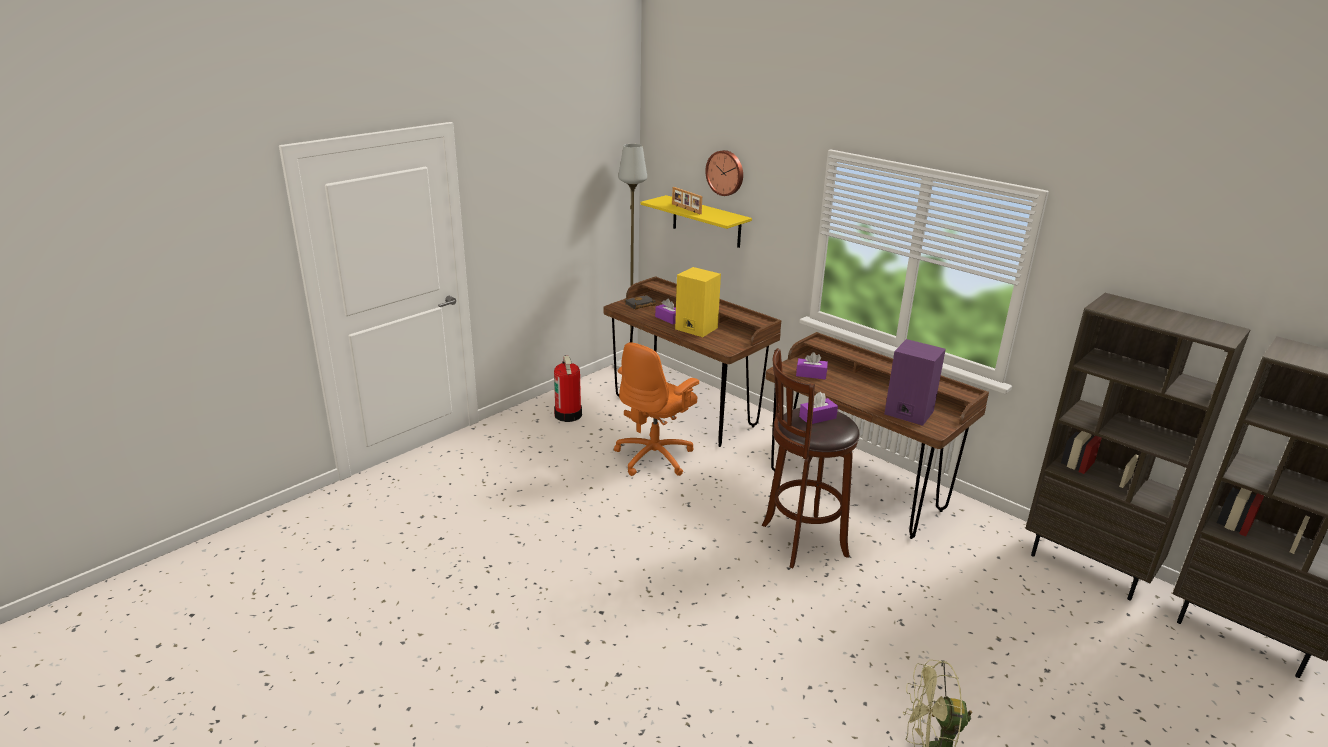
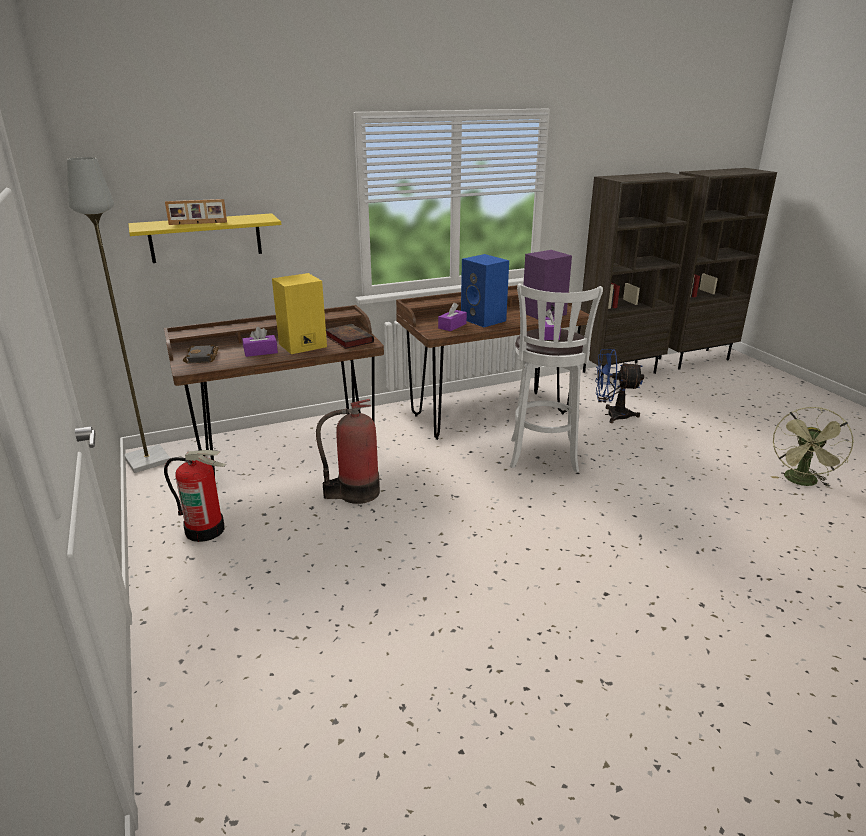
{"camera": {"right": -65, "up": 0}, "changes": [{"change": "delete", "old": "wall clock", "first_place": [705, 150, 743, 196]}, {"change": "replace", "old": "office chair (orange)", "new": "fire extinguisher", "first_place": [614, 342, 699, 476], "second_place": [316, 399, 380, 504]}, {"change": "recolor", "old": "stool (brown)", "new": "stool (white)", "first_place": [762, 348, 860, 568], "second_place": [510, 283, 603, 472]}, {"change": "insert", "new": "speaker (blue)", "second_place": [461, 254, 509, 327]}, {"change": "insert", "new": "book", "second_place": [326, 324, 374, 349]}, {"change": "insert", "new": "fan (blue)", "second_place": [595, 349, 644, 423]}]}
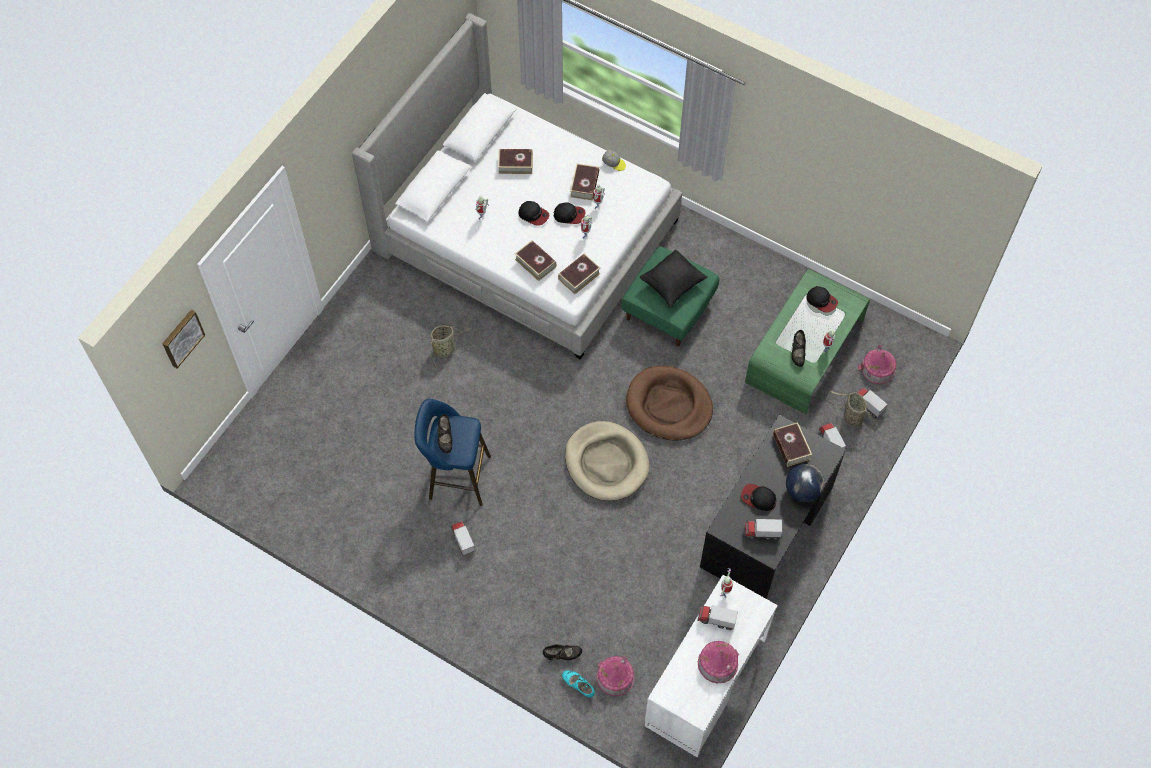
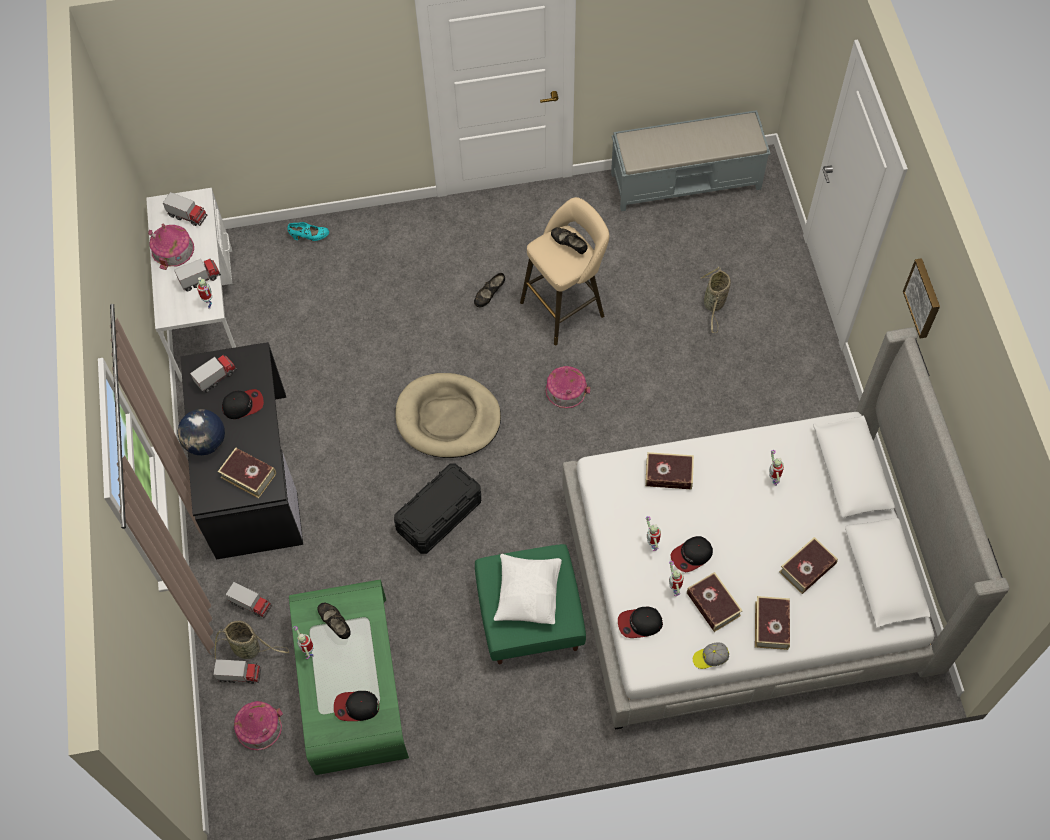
{"camera": {"right": 140, "up": 0}, "changes": [{"change": "move", "old": "cap", "first_place": [518, 201, 550, 226], "second_place": [618, 607, 663, 638]}, {"change": "recolor", "old": "pillow (black)", "new": "pillow (white)", "first_place": [640, 250, 708, 308], "second_place": [494, 554, 562, 624]}, {"change": "move", "old": "book", "first_place": [558, 254, 600, 294], "second_place": [755, 596, 790, 650]}, {"change": "move", "old": "picture", "first_place": [162, 309, 205, 368], "second_place": [903, 258, 940, 339]}, {"change": "move", "old": "basket", "first_place": [425, 326, 471, 368], "second_place": [701, 266, 731, 333]}, {"change": "replace", "old": "dog bed (brown)", "new": "storage box (black)", "first_place": [626, 366, 713, 440], "second_place": [394, 463, 481, 554]}, {"change": "recolor", "old": "stool (blue)", "new": "stool (beige)", "first_place": [415, 399, 491, 506], "second_place": [520, 197, 609, 346]}, {"change": "move", "old": "toy truck", "first_place": [450, 521, 475, 556], "second_place": [163, 192, 207, 226]}, {"change": "move", "old": "shoe (black)", "first_place": [543, 644, 582, 661], "second_place": [474, 273, 505, 307]}, {"change": "move", "old": "toy house", "first_place": [597, 656, 635, 696], "second_place": [545, 366, 590, 408]}, {"change": "insert", "new": "bench (grey)", "second_place": [611, 110, 771, 211]}]}
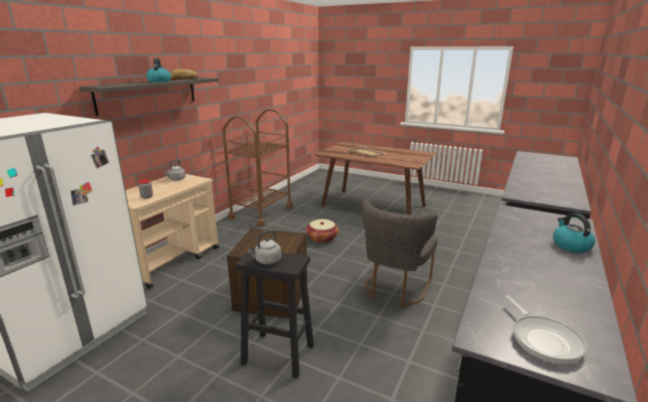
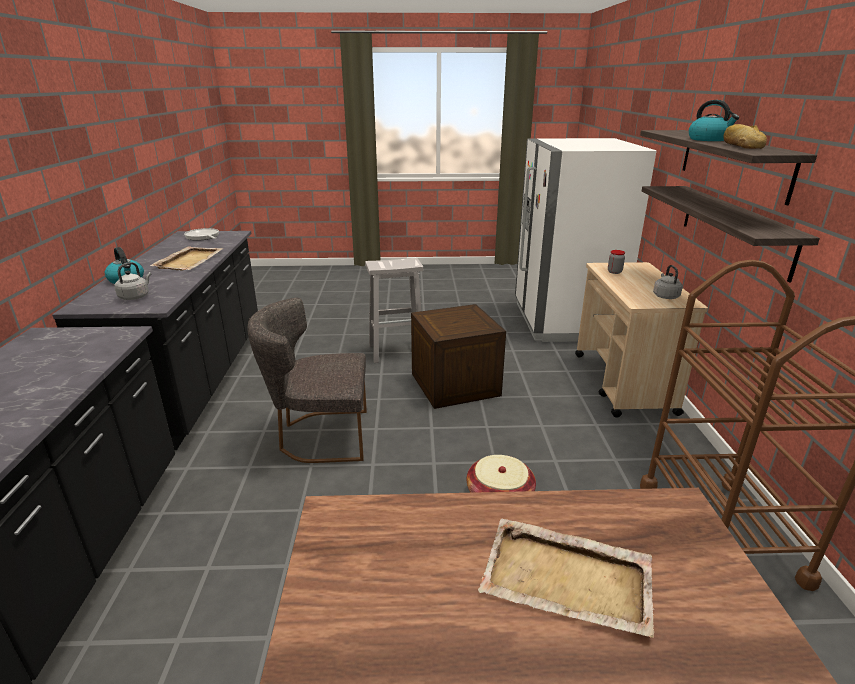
{"camera": {"right": 150, "up": 5}, "changes": [{"change": "rotate", "old": "chair (grey)", "first_place": [361, 201, 438, 307], "second_place": [247, 298, 367, 463], "degrees": -90}, {"change": "move", "old": "kettle (grey)", "first_place": [247, 230, 281, 265], "second_place": [114, 262, 151, 300]}, {"change": "recolor", "old": "stool (black)", "new": "stool (white)", "first_place": [236, 248, 314, 378], "second_place": [365, 258, 423, 363]}, {"change": "insert", "new": "shelf", "second_place": [642, 186, 820, 283]}, {"change": "insert", "new": "tray (beige)", "second_place": [150, 246, 223, 270]}]}
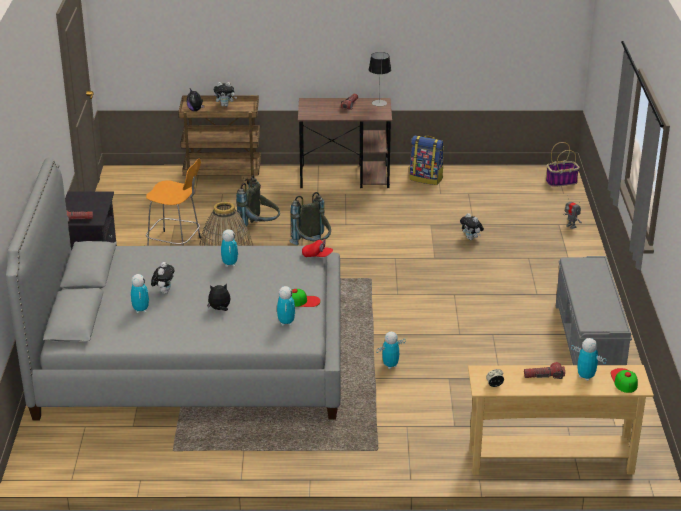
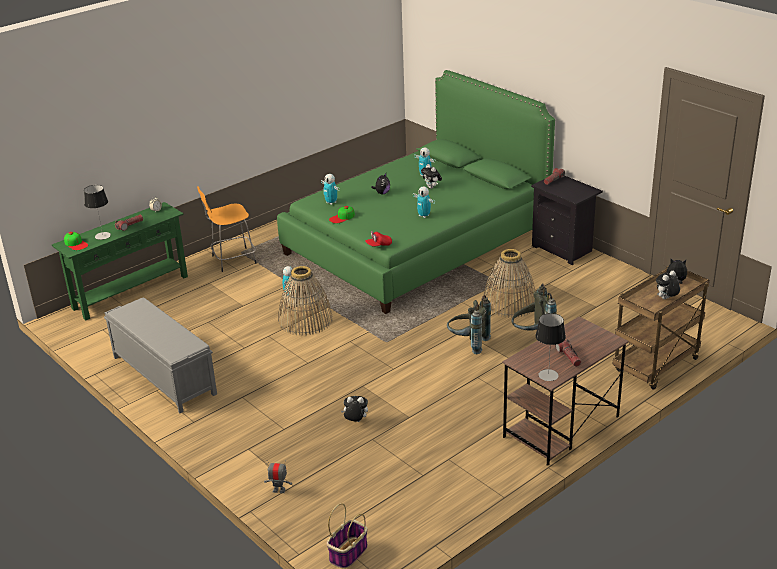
{"camera": {"right": 140, "up": 0}, "changes": [{"change": "delete", "old": "backpack", "first_place": [409, 136, 444, 185]}, {"change": "recolor", "old": "bed (grey)", "new": "bed (green)", "first_place": [6, 157, 341, 420], "second_place": [277, 70, 555, 314]}, {"change": "move", "old": "stool (orange)", "first_place": [146, 159, 201, 246], "second_place": [197, 186, 257, 272]}, {"change": "replace", "old": "toy robot", "new": "table lamp", "first_place": [571, 338, 607, 381], "second_place": [84, 185, 111, 240]}, {"change": "recolor", "old": "console table (beige)", "new": "console table (green)", "first_place": [468, 365, 654, 475], "second_place": [52, 202, 188, 320]}, {"change": "insert", "new": "basket", "second_place": [278, 266, 333, 335]}]}
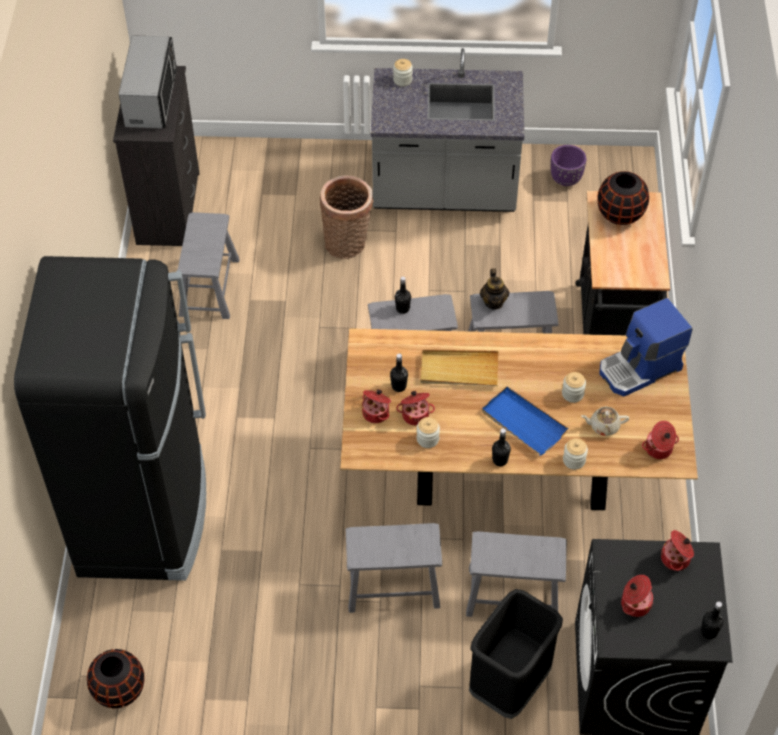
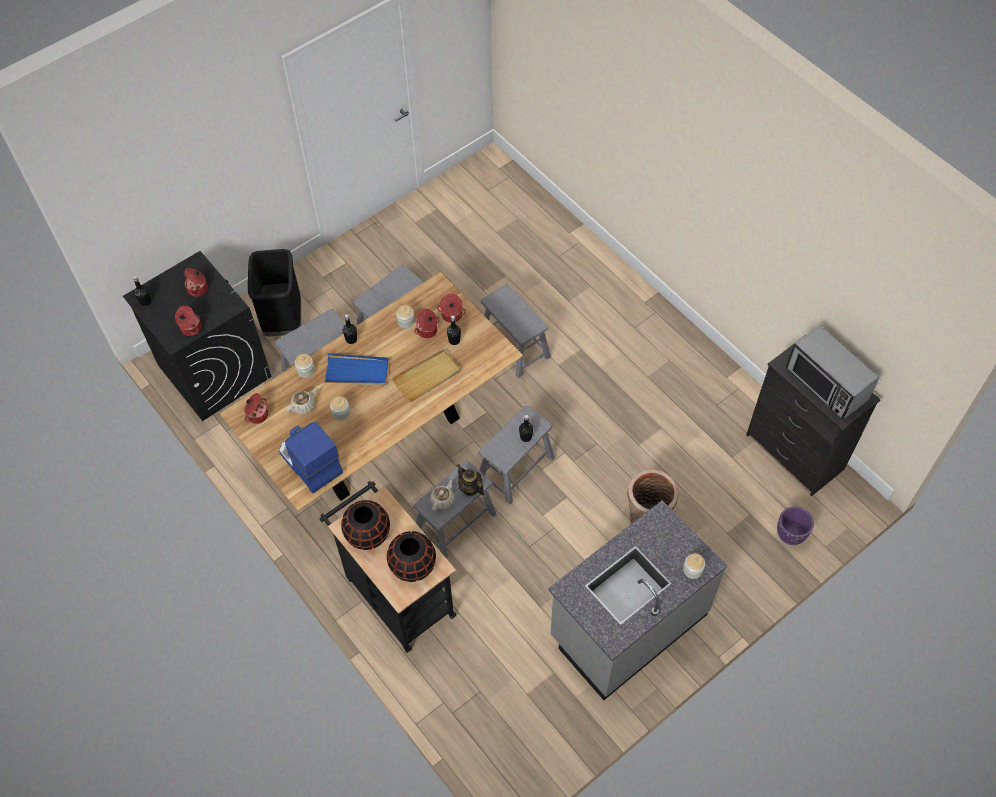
{"camera": {"right": 140, "up": 5}, "changes": [{"change": "move", "old": "planter (purple)", "first_place": [551, 145, 586, 186], "second_place": [777, 506, 814, 545]}, {"change": "move", "old": "stool (grey)", "first_place": [178, 212, 240, 319], "second_place": [480, 284, 551, 378]}, {"change": "delete", "old": "fridge (black)", "first_place": [14, 256, 206, 581]}, {"change": "rotate", "old": "coffee machine", "first_place": [599, 298, 693, 396], "second_place": [279, 422, 343, 493], "degrees": -60}, {"change": "move", "old": "vase (black)", "first_place": [87, 649, 144, 708], "second_place": [341, 500, 390, 550]}, {"change": "insert", "new": "teapot (beige)", "second_place": [430, 477, 454, 511]}]}
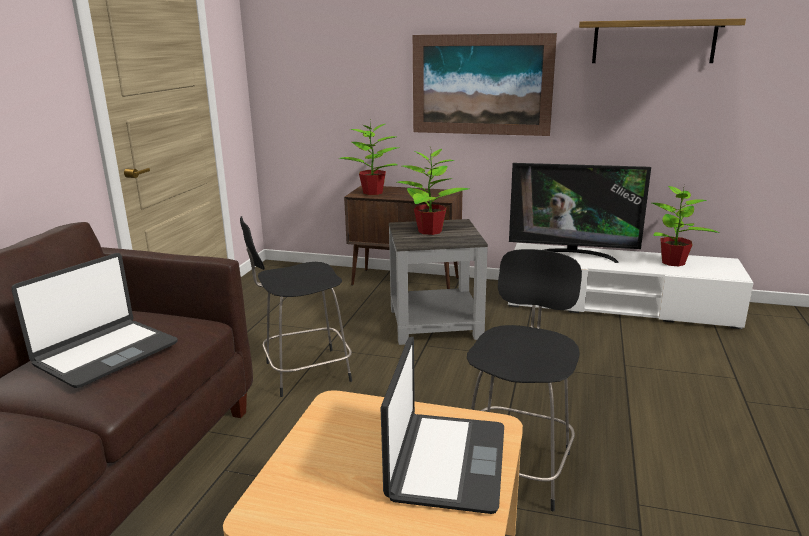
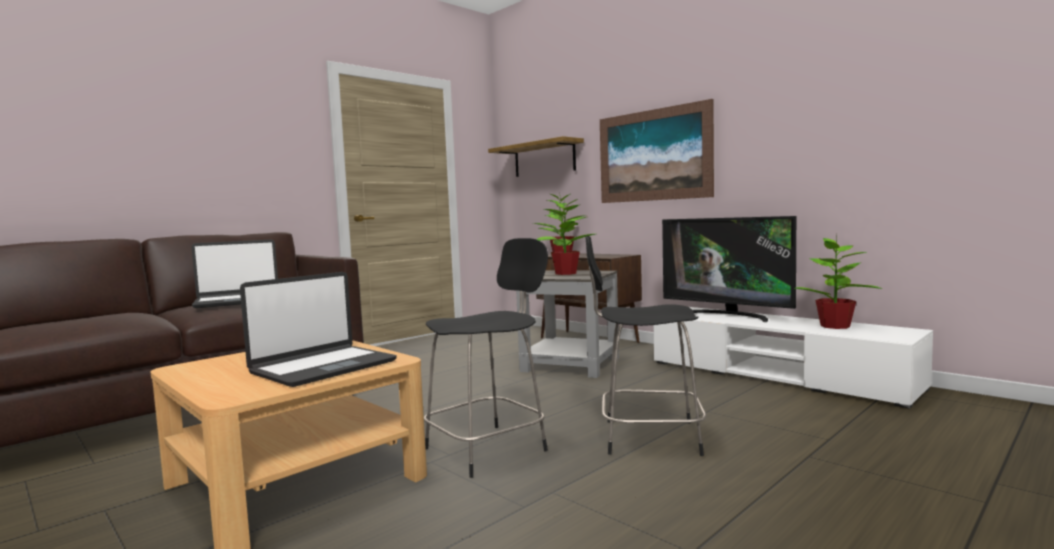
{"camera": {"right": 30, "up": -15}, "changes": [{"change": "move", "old": "shelf", "first_place": [579, 19, 746, 63], "second_place": [488, 136, 584, 177]}, {"change": "move", "old": "stool (black)", "first_place": [240, 216, 352, 397], "second_place": [586, 236, 707, 456]}]}
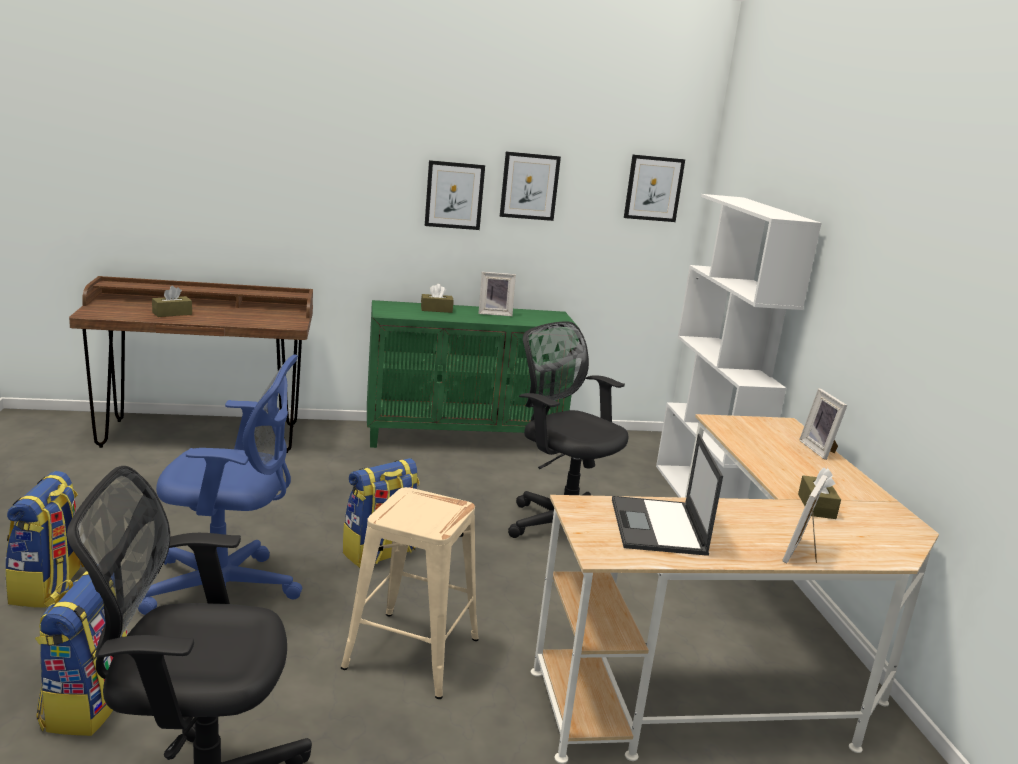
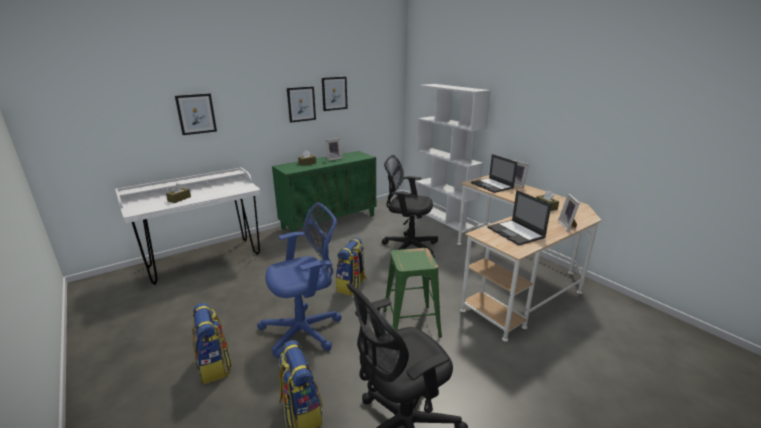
{"camera": {"right": -25, "up": 5}, "changes": [{"change": "move", "old": "picture", "first_place": [624, 155, 685, 222], "second_place": [175, 94, 217, 135]}, {"change": "recolor", "old": "desk (brown)", "new": "desk (white)", "first_place": [69, 276, 313, 453], "second_place": [115, 167, 261, 285]}, {"change": "recolor", "old": "stool (beige)", "new": "stool (green)", "first_place": [341, 487, 479, 699], "second_place": [383, 248, 442, 337]}, {"change": "insert", "new": "laptop", "second_place": [471, 154, 517, 193]}]}
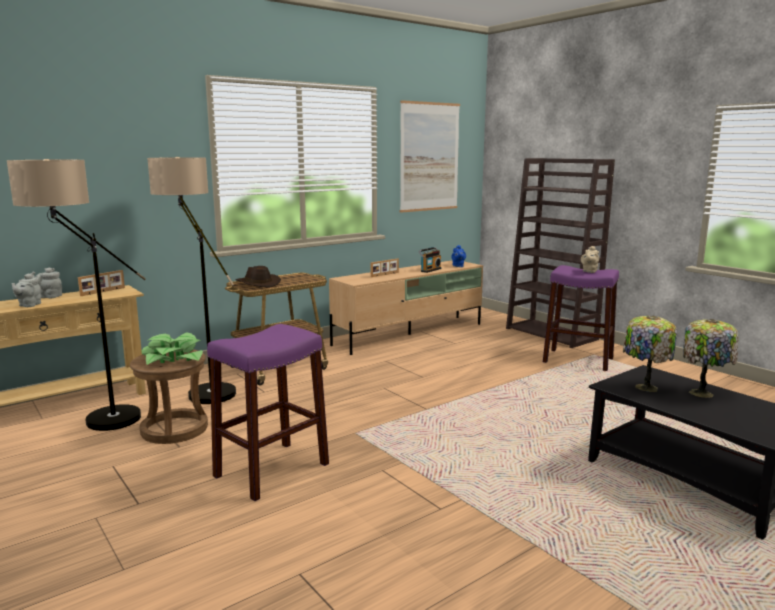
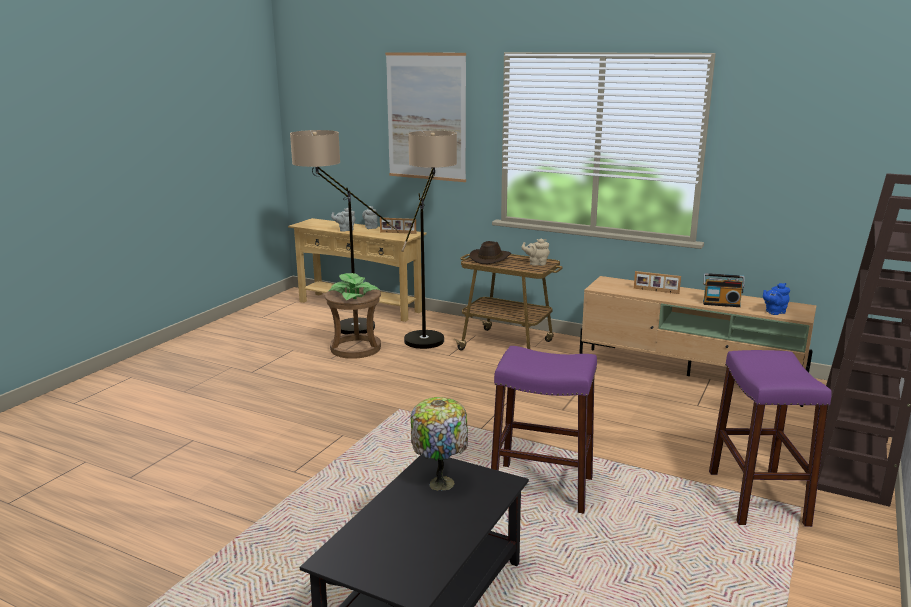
{"camera": {"right": 65, "up": 5}, "changes": [{"change": "move", "old": "picture", "first_place": [400, 100, 460, 213], "second_place": [385, 52, 466, 182]}, {"change": "move", "old": "teapot (beige)", "first_place": [581, 246, 599, 273], "second_place": [522, 239, 550, 266]}, {"change": "delete", "old": "table lamp", "first_place": [683, 319, 739, 398]}, {"change": "move", "old": "stool (purple)", "first_place": [207, 324, 329, 501], "second_place": [491, 346, 597, 514]}]}
